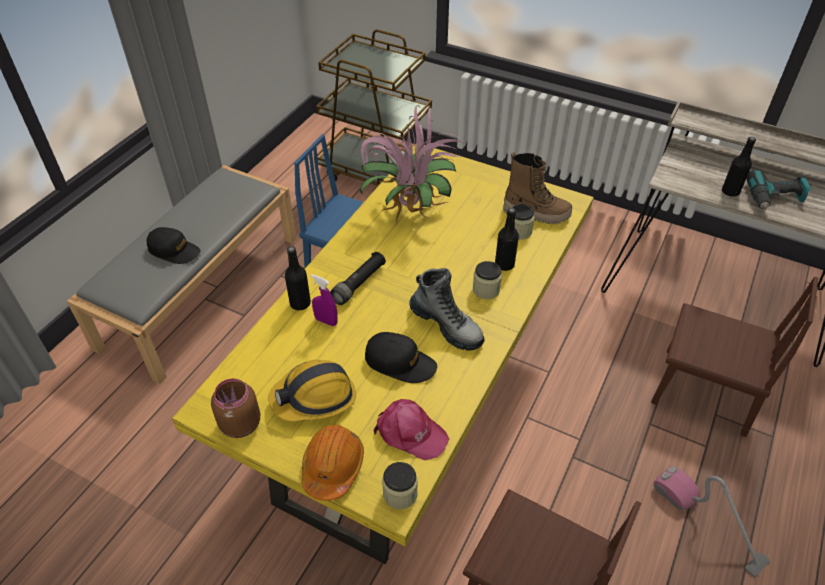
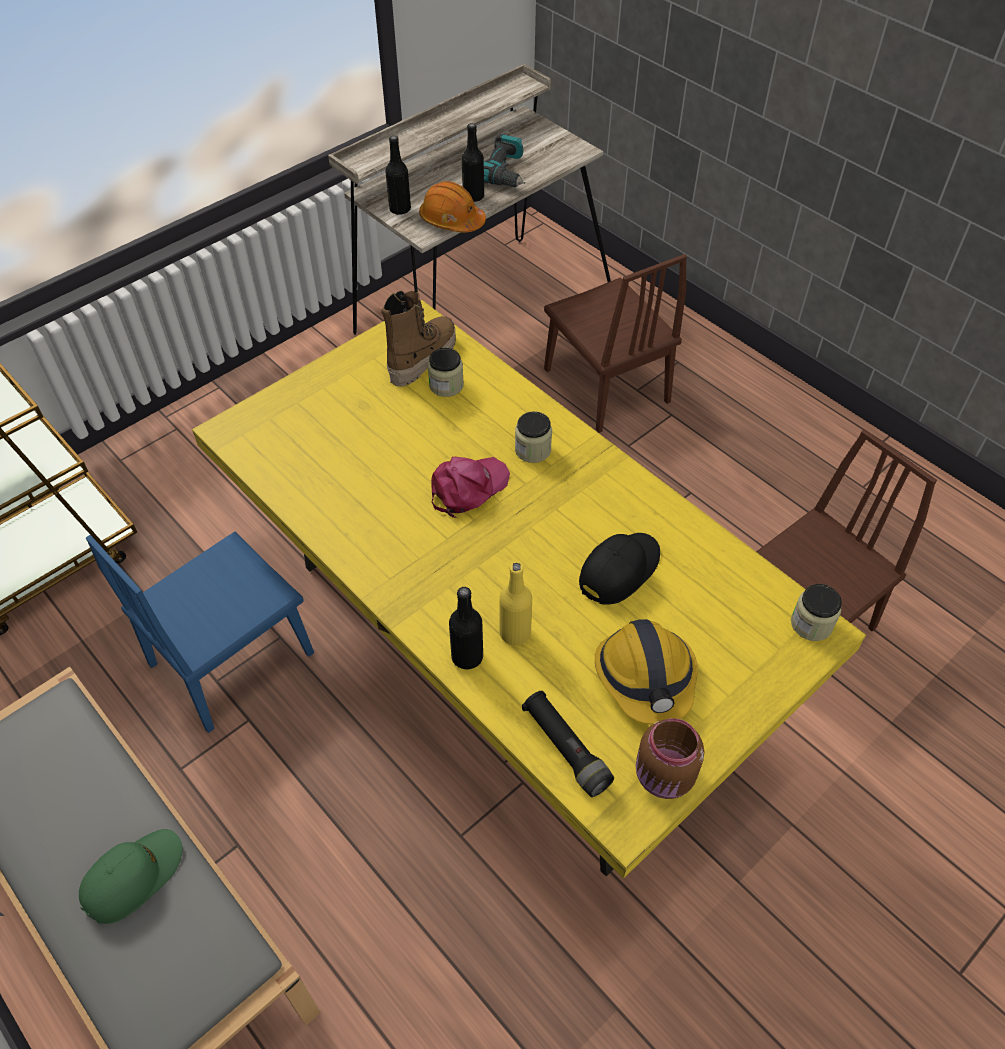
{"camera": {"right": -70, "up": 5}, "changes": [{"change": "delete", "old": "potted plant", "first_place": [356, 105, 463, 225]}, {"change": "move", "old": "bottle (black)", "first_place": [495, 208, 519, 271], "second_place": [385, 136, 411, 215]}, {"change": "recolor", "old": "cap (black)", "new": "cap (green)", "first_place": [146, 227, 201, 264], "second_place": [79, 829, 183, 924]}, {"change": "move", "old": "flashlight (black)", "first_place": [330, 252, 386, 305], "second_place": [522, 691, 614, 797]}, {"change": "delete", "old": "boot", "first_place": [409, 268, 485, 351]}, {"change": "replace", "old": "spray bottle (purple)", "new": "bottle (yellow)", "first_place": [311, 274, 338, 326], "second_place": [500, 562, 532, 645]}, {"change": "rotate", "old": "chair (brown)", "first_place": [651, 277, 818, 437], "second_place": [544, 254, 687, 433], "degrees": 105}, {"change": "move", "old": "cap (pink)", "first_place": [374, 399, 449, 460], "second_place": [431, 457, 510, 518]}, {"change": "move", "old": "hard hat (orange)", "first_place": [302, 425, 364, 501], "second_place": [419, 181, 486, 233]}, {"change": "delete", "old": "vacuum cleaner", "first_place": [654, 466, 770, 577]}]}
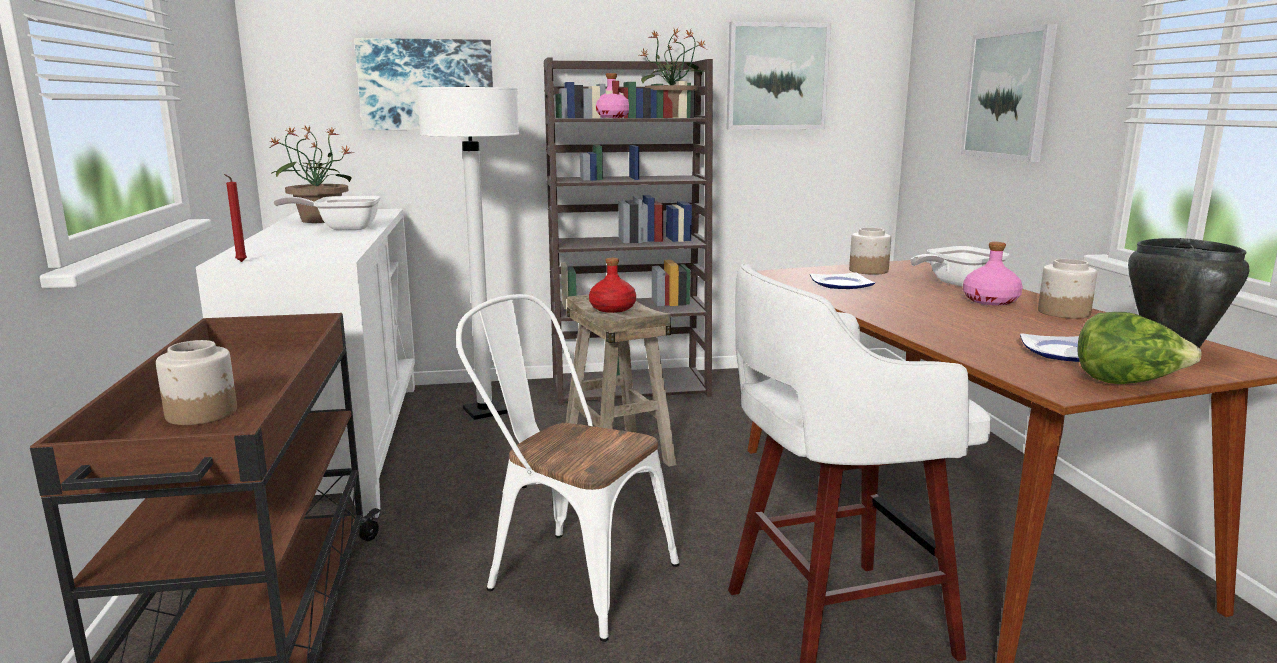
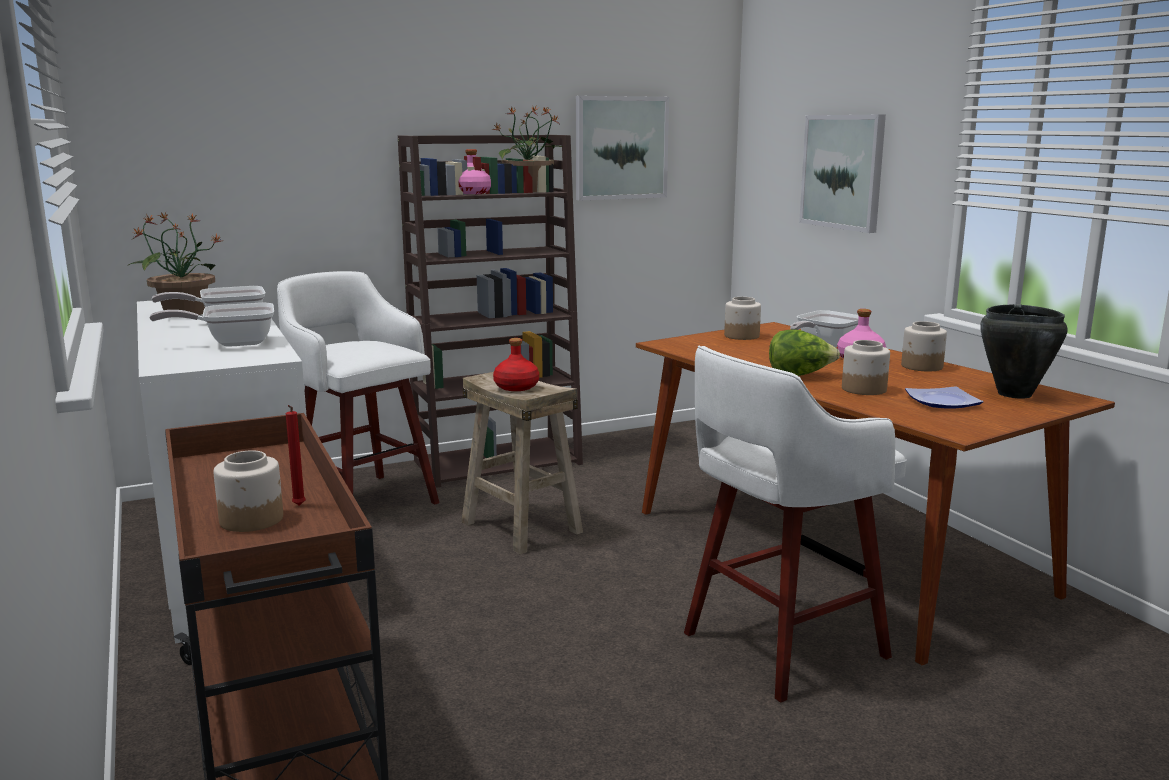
{"camera": {"right": -15, "up": 0}, "changes": [{"change": "delete", "old": "picture", "first_place": [354, 38, 493, 130]}, {"change": "replace", "old": "floor lamp (white)", "new": "stool (white)", "first_place": [417, 86, 519, 420], "second_place": [277, 271, 439, 504]}, {"change": "move", "old": "candle (red)", "first_place": [224, 174, 247, 262], "second_place": [286, 405, 306, 506]}, {"change": "delete", "old": "plate", "first_place": [810, 272, 875, 289]}, {"change": "delete", "old": "chair (white)", "first_place": [456, 294, 680, 642]}, {"change": "move", "old": "lettuce", "first_place": [1078, 312, 1202, 384], "second_place": [769, 329, 840, 376]}, {"change": "insert", "new": "frying pan", "second_place": [149, 303, 274, 347]}, {"change": "insert", "new": "jar", "second_place": [842, 340, 890, 395]}]}
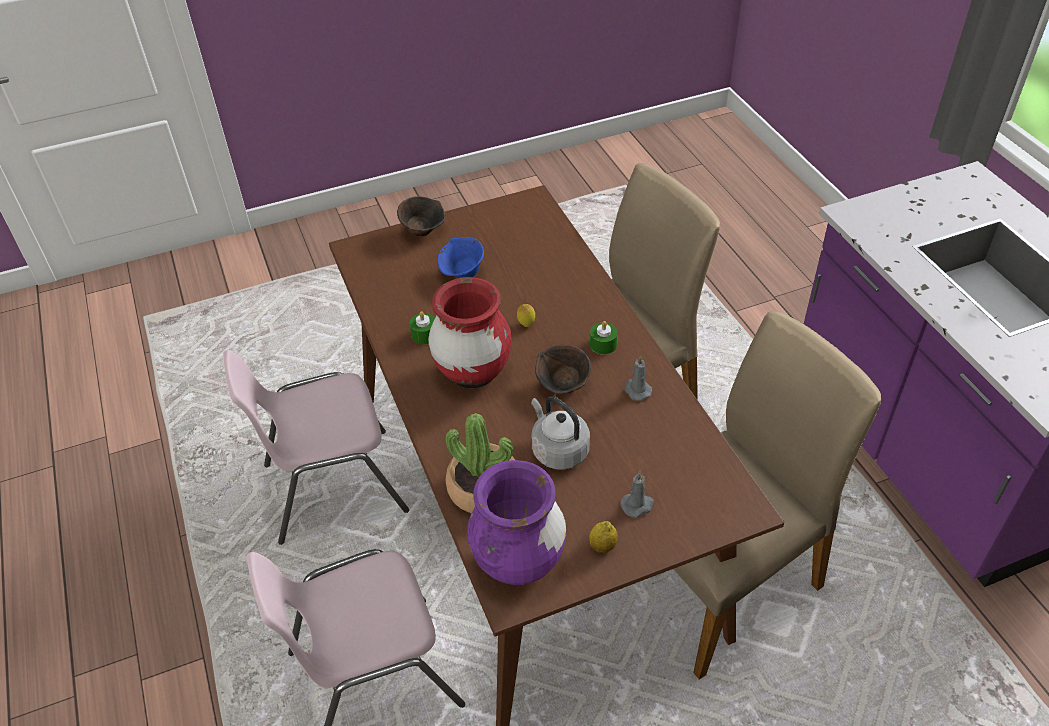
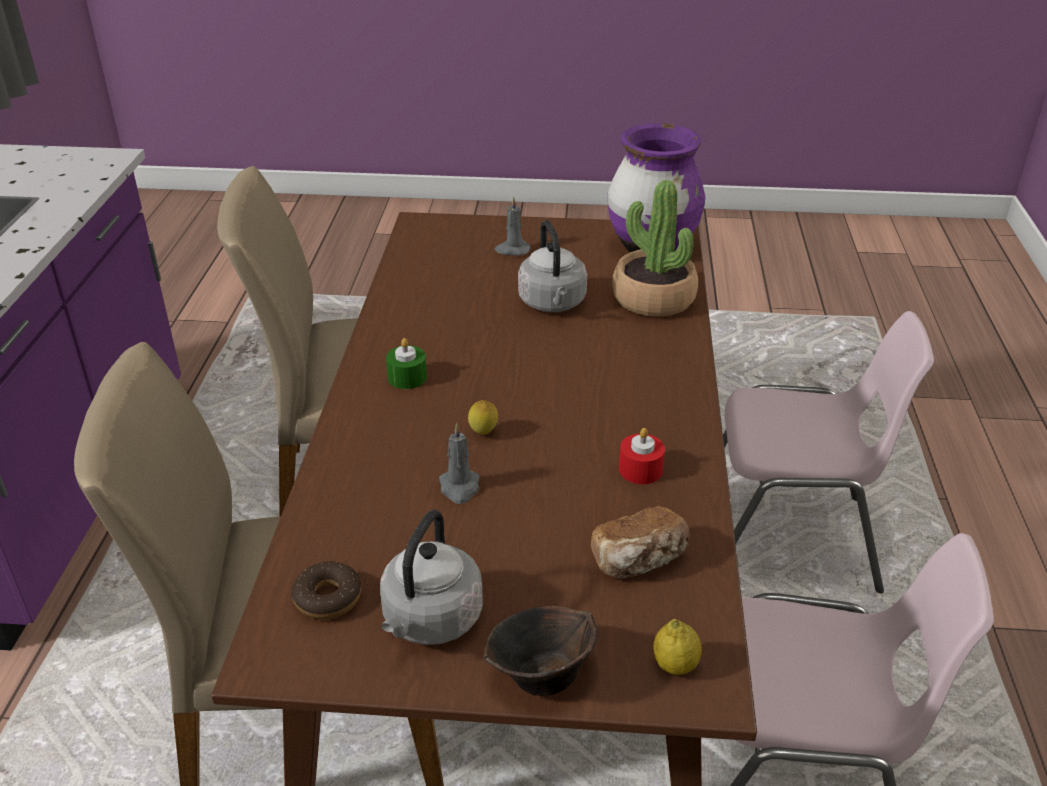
{"camera": {"right": -155, "up": -10}, "changes": [{"change": "delete", "old": "bowl (blue)", "first_place": [437, 237, 484, 279]}, {"change": "delete", "old": "vase (red)", "first_place": [428, 277, 512, 388]}, {"change": "recolor", "old": "candle (green)", "new": "candle (red)", "first_place": [409, 311, 435, 344], "second_place": [619, 428, 665, 484]}, {"change": "delete", "old": "bowl (brown)", "first_place": [535, 345, 591, 394]}, {"change": "move", "old": "candle (grey)", "first_place": [624, 355, 652, 401], "second_place": [439, 423, 480, 504]}, {"change": "move", "old": "lemon", "first_place": [589, 521, 618, 553], "second_place": [653, 619, 702, 675]}, {"change": "insert", "new": "bread", "second_place": [591, 506, 689, 579]}, {"change": "insert", "new": "kettle (grey)", "second_place": [380, 510, 483, 645]}, {"change": "insert", "new": "donut", "second_place": [291, 561, 361, 619]}]}
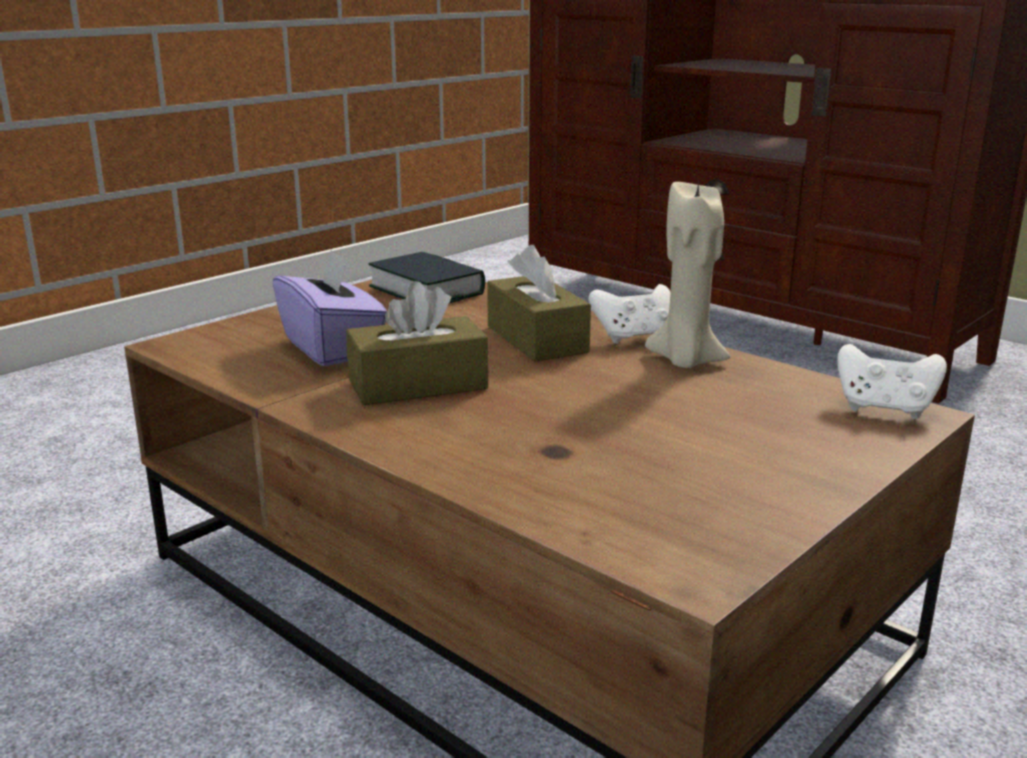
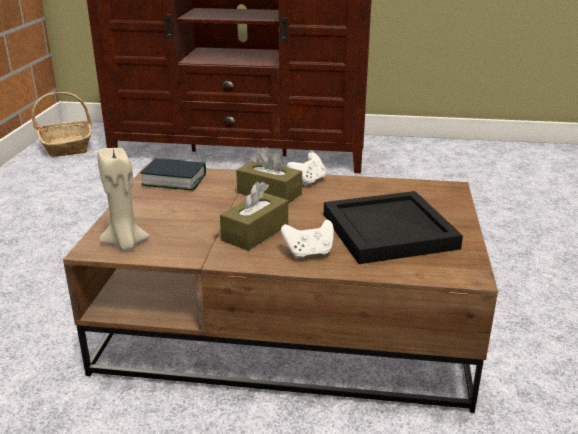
{"camera": {"right": -35, "up": 5}, "changes": [{"change": "move", "old": "candle (beige)", "first_place": [645, 181, 730, 368], "second_place": [97, 148, 150, 250]}, {"change": "delete", "old": "tissue box (purple)", "first_place": [273, 250, 387, 366]}, {"change": "move", "old": "game controller (white)", "first_place": [837, 344, 947, 419], "second_place": [281, 219, 334, 259]}, {"change": "insert", "new": "basket", "second_place": [32, 92, 92, 157]}, {"change": "insert", "new": "tray (black)", "second_place": [324, 191, 463, 264]}]}
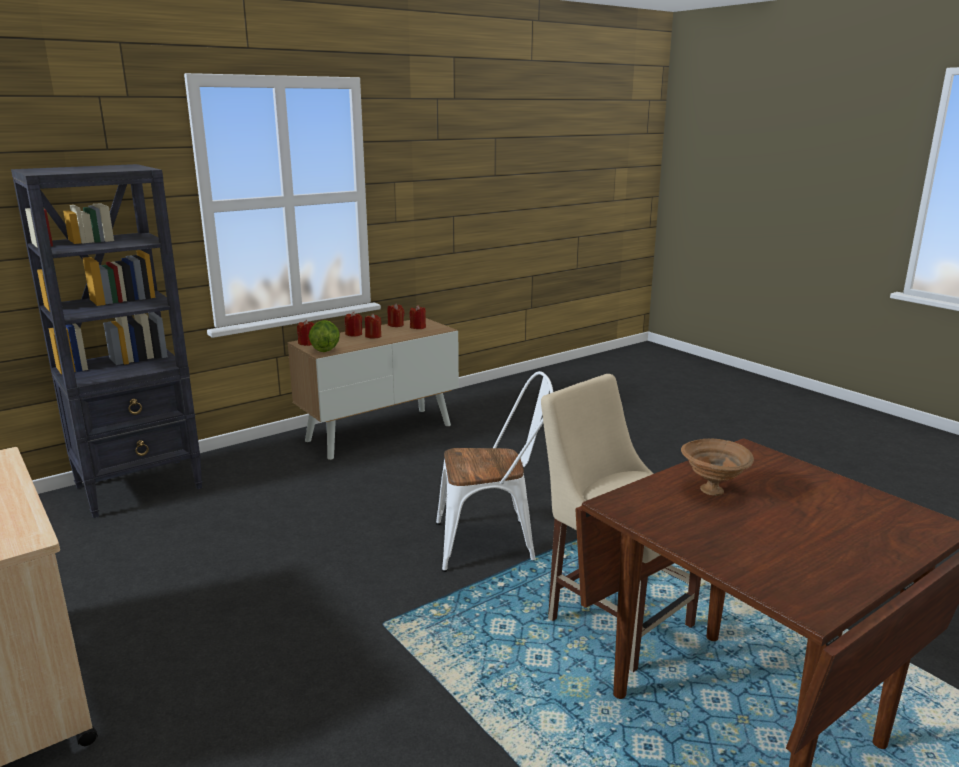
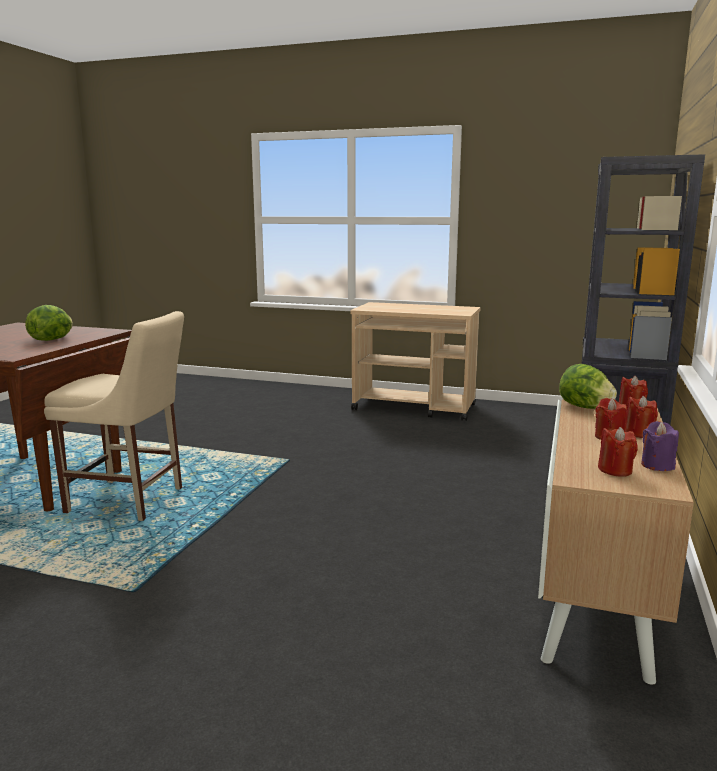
{"camera": {"right": 145, "up": -5}, "changes": [{"change": "recolor", "old": "candle (red)", "new": "candle (purple)", "first_place": [388, 303, 405, 327], "second_place": [641, 421, 679, 471]}, {"change": "delete", "old": "chair (white)", "first_place": [436, 371, 553, 572]}, {"change": "replace", "old": "bowl (brown)", "new": "lettuce", "first_place": [681, 439, 754, 496], "second_place": [25, 305, 73, 341]}]}
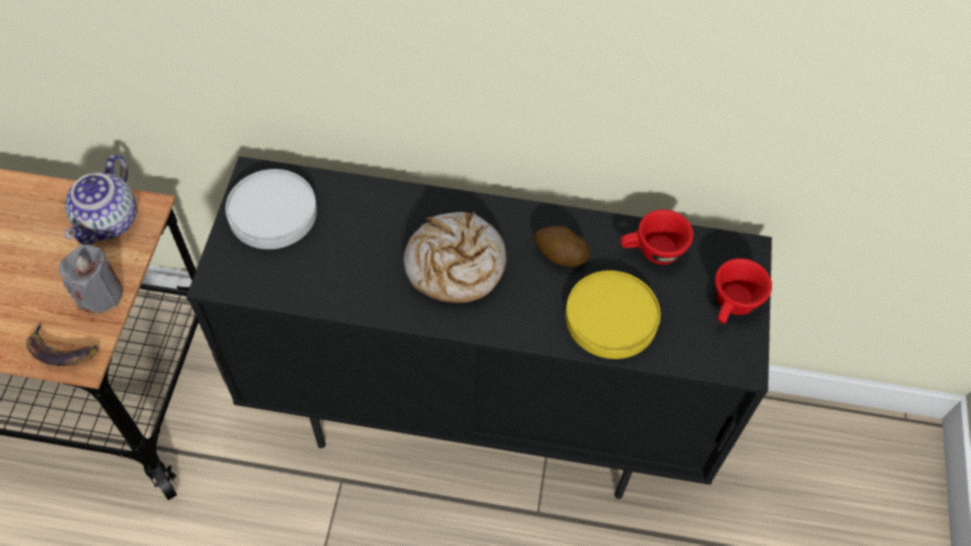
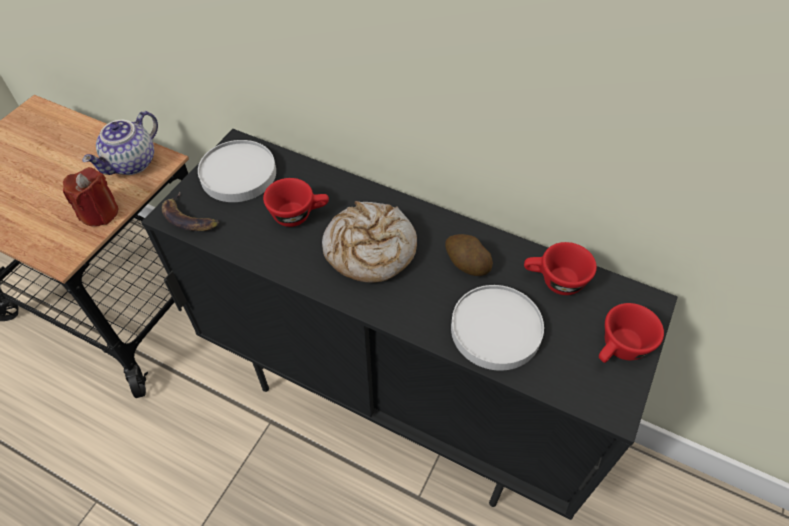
{"camera": {"right": 20, "up": -5}, "changes": [{"change": "recolor", "old": "candle (grey)", "new": "candle (red)", "first_place": [59, 245, 123, 313], "second_place": [63, 167, 118, 227]}, {"change": "recolor", "old": "plate (yellow)", "new": "plate (white)", "first_place": [565, 270, 660, 359], "second_place": [451, 285, 544, 371]}, {"change": "move", "old": "banana", "first_place": [26, 322, 99, 366], "second_place": [162, 192, 219, 231]}, {"change": "insert", "new": "cup (red)", "second_place": [263, 178, 329, 227]}]}
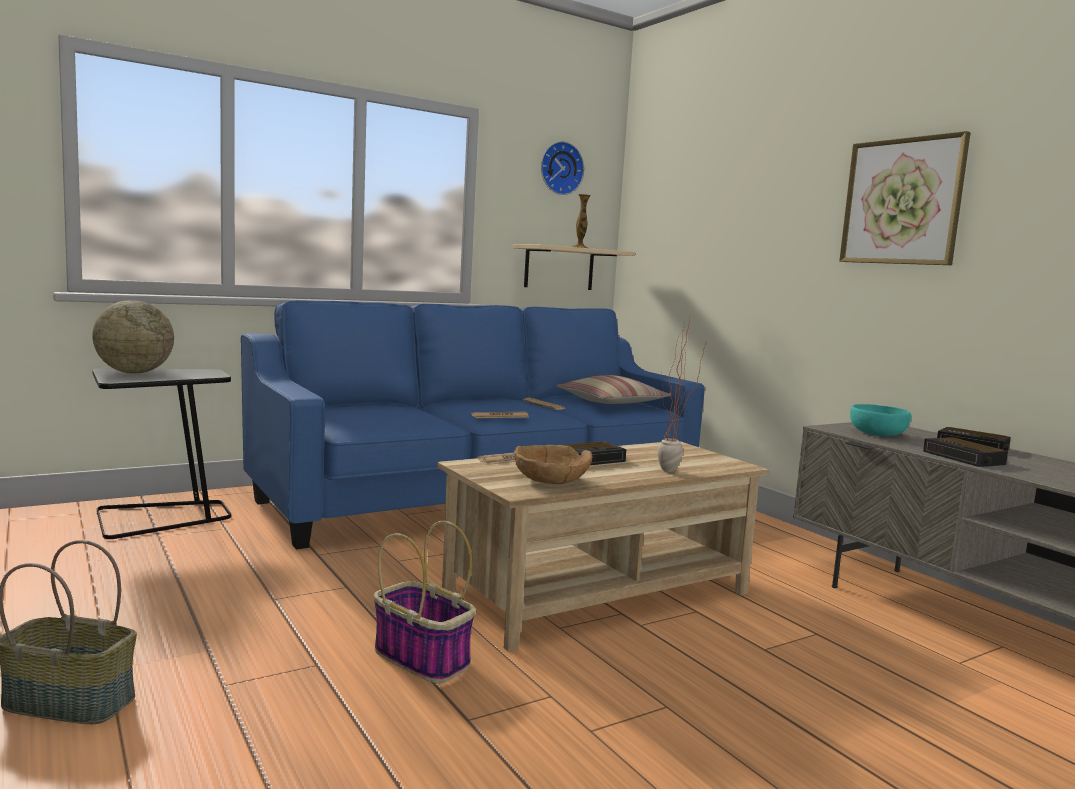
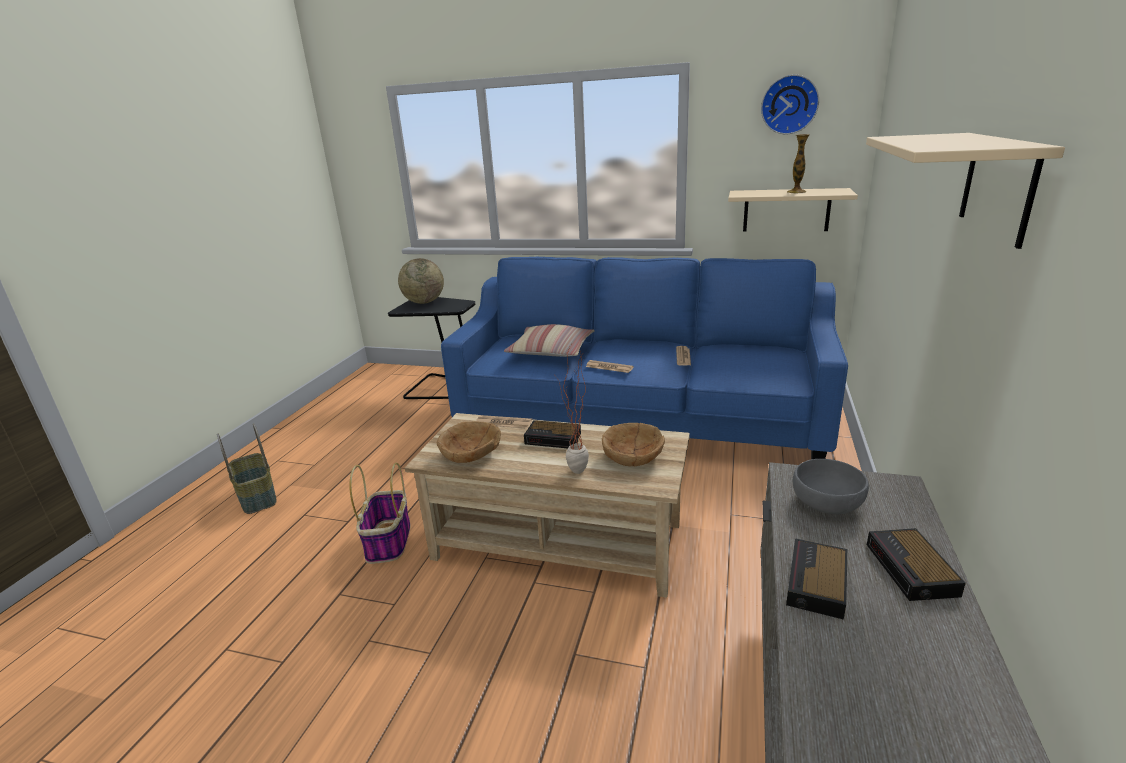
{"camera": {"right": 50, "up": 15}, "changes": [{"change": "replace", "old": "picture", "new": "shelf (beige)", "first_place": [839, 131, 971, 265], "second_place": [866, 133, 1065, 249]}, {"change": "move", "old": "pillow", "first_place": [557, 375, 670, 404], "second_place": [504, 324, 595, 357]}, {"change": "recolor", "old": "bowl (turquoise)", "new": "bowl (grey)", "first_place": [850, 404, 911, 436], "second_place": [793, 459, 869, 514]}, {"change": "insert", "new": "bowl (brown)", "second_place": [602, 423, 665, 466]}]}
